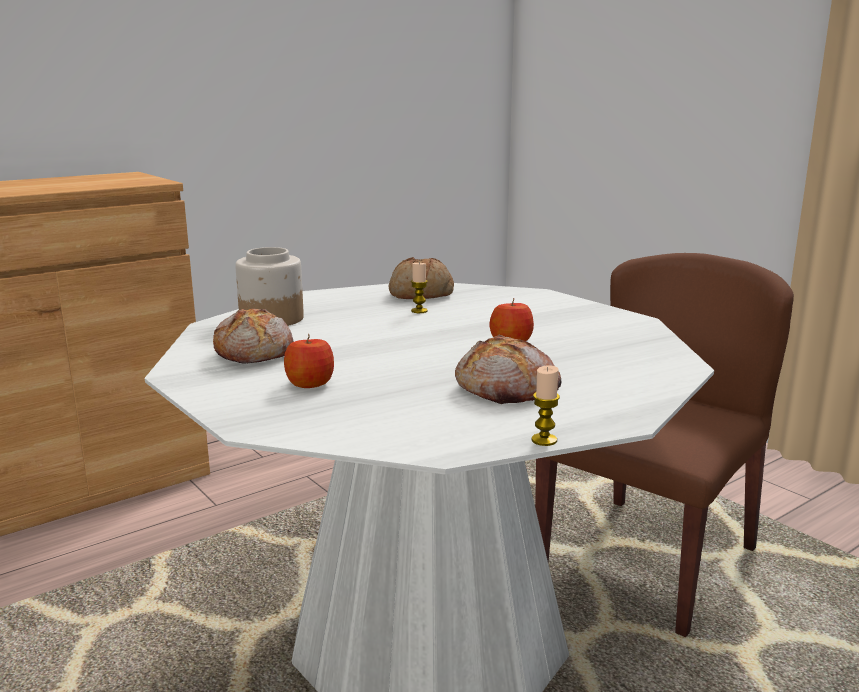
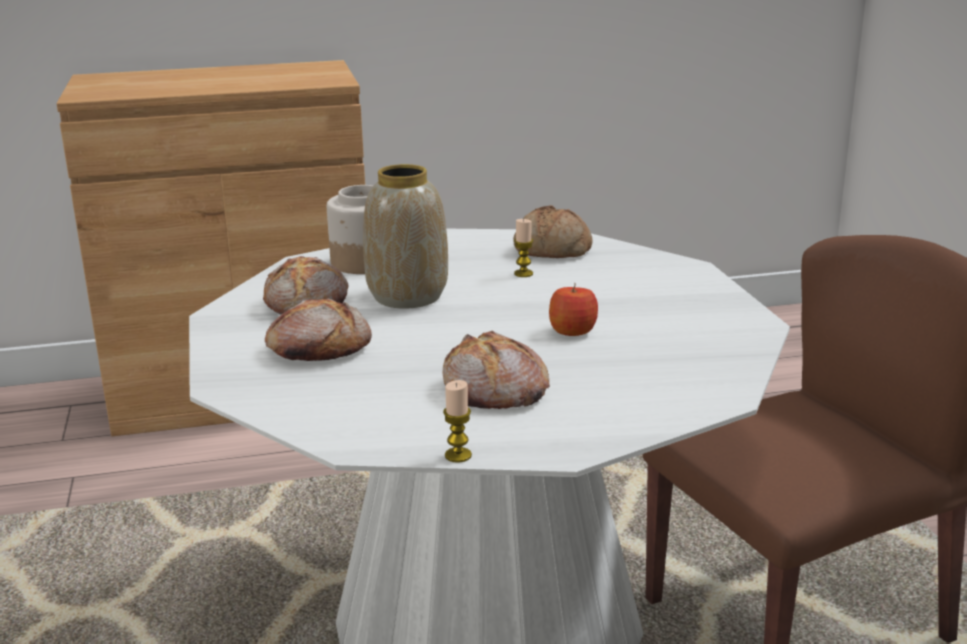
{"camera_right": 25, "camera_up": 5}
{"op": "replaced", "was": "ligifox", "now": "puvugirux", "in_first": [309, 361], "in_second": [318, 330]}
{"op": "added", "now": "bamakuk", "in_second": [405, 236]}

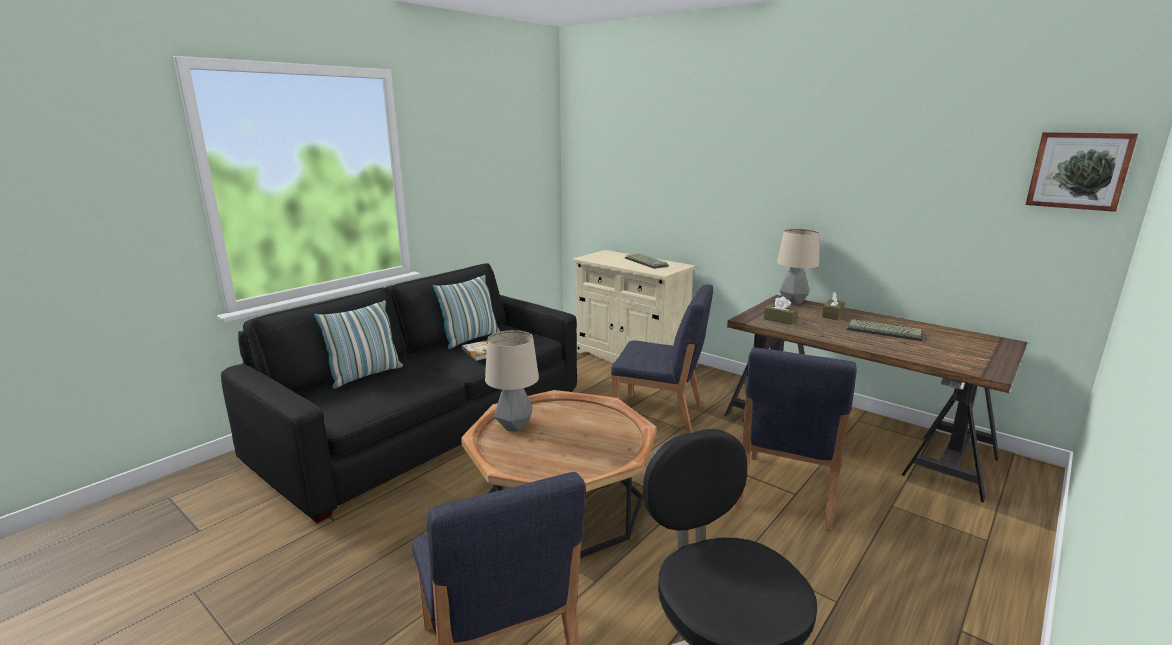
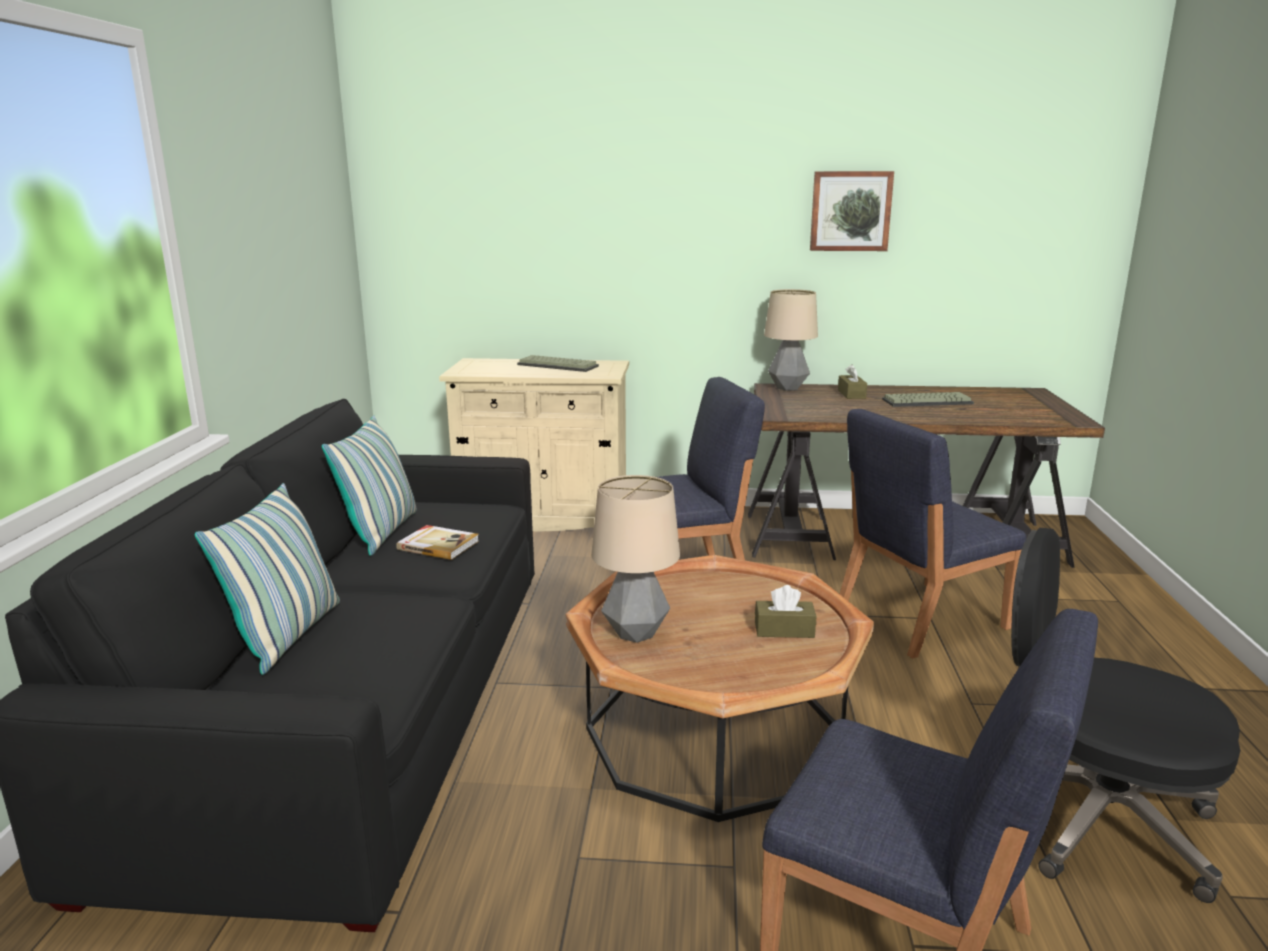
{"camera_right": -35, "camera_up": 0}
{"op": "moved", "was": "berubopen", "in_first": [1081, 172], "in_second": [852, 211]}
{"op": "moved", "was": "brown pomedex", "in_first": [781, 310], "in_second": [785, 611]}
{"op": "turned", "was": "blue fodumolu", "in_first": [796, 438], "in_second": [933, 534], "clockwise": 75}

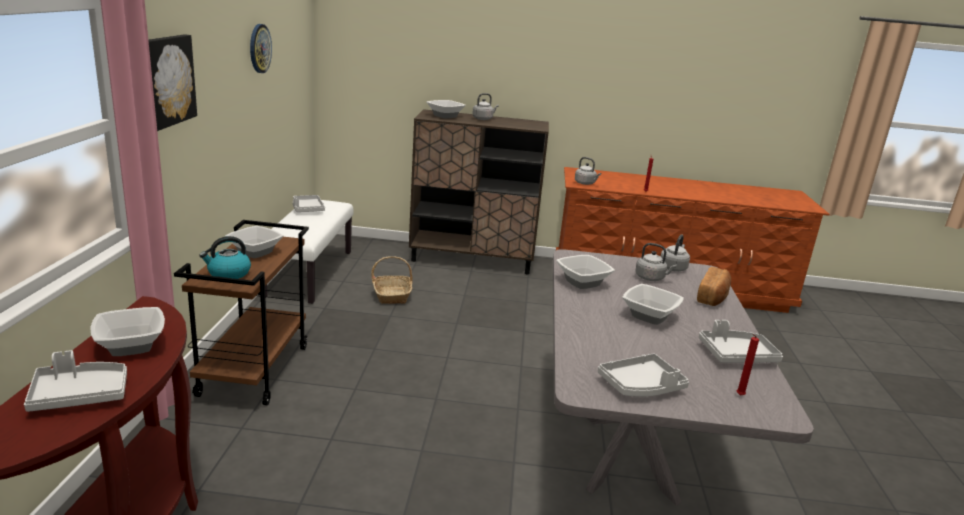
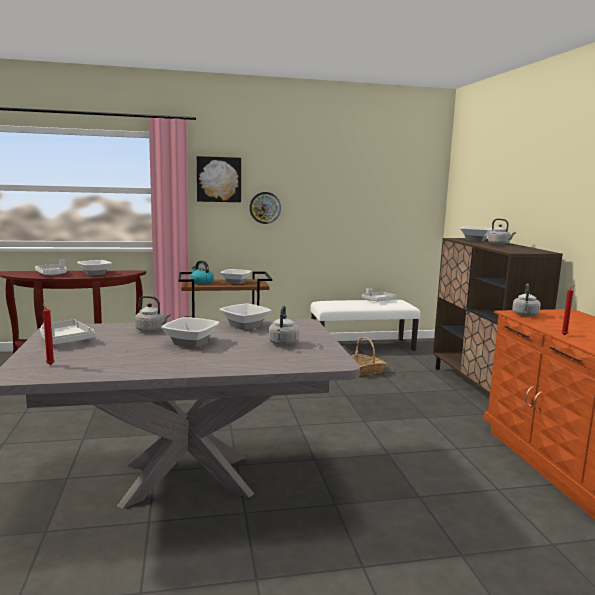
{"camera_right": 75, "camera_up": -10}
{"op": "moved", "was": "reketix", "in_first": [261, 48], "in_second": [265, 208]}
{"op": "moved", "was": "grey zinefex", "in_first": [675, 253], "in_second": [153, 314]}
{"op": "removed", "was": "puvugirux", "in_first": [714, 286]}
{"op": "removed", "was": "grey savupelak", "in_first": [741, 341]}

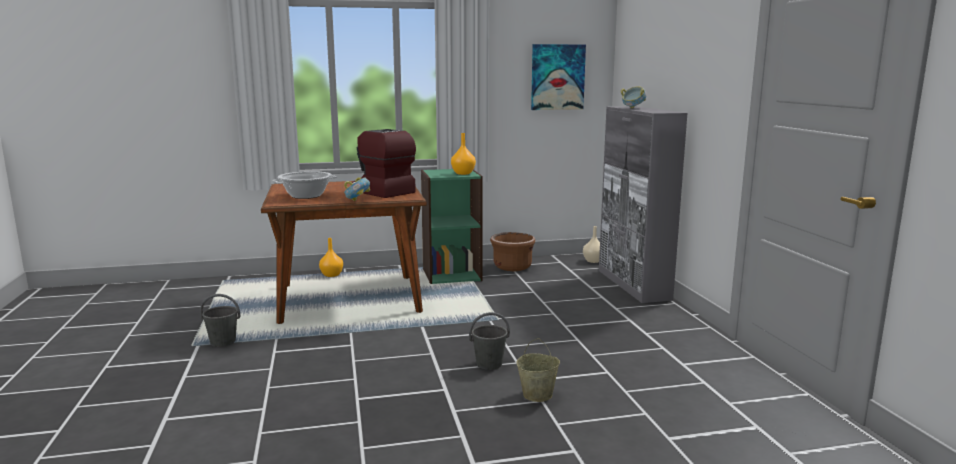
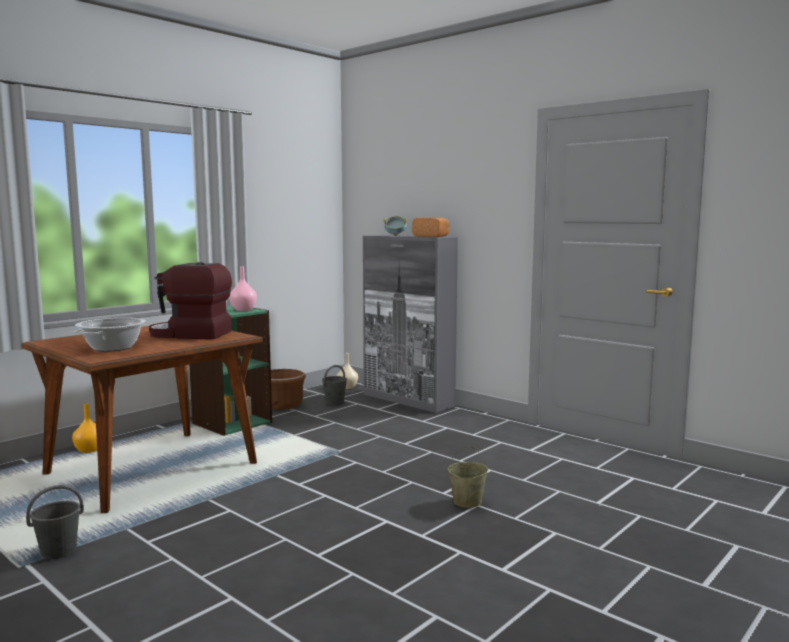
{"camera_right": -35, "camera_up": -5}
{"op": "removed", "was": "berubopen", "in_first": [558, 77]}
{"op": "recoloured", "was": "orange bamakuk", "now": "pink bamakuk", "in_first": [463, 154], "in_second": [243, 288]}
{"op": "removed", "was": "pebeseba", "in_first": [357, 189]}
{"op": "moved", "was": "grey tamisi", "in_first": [489, 341], "in_second": [334, 385]}
{"op": "added", "now": "puvugirux", "in_second": [430, 227]}

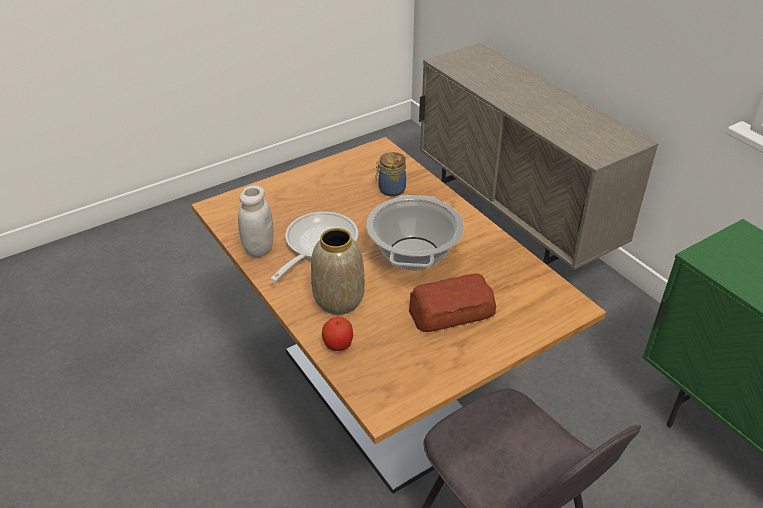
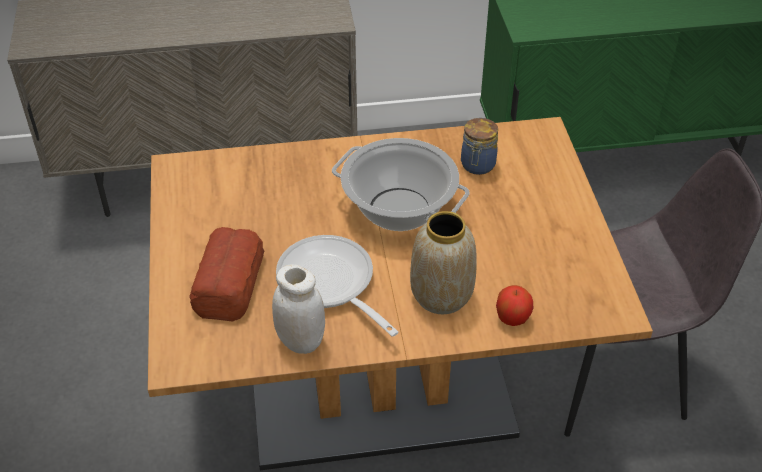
{"camera_right": -65, "camera_up": 5}
{"op": "moved", "was": "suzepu", "in_first": [390, 174], "in_second": [479, 146]}
{"op": "moved", "was": "puvugirux", "in_first": [452, 302], "in_second": [226, 274]}

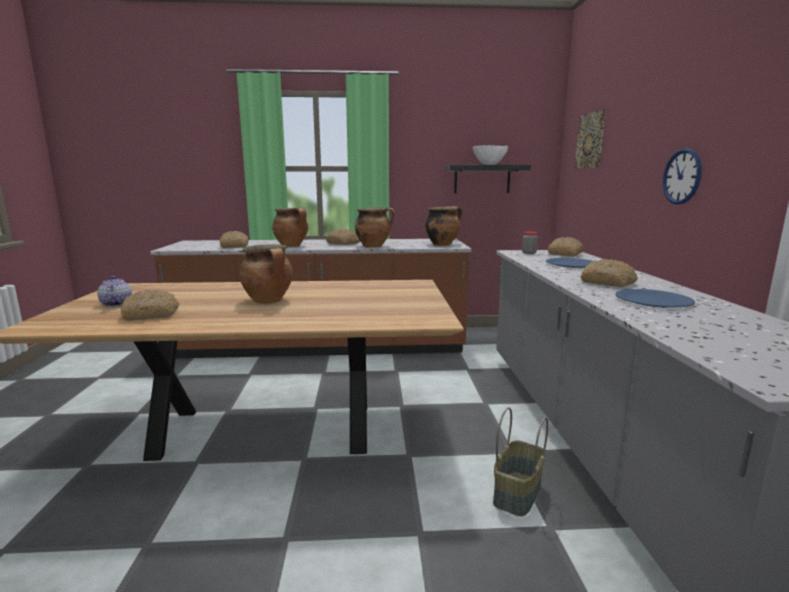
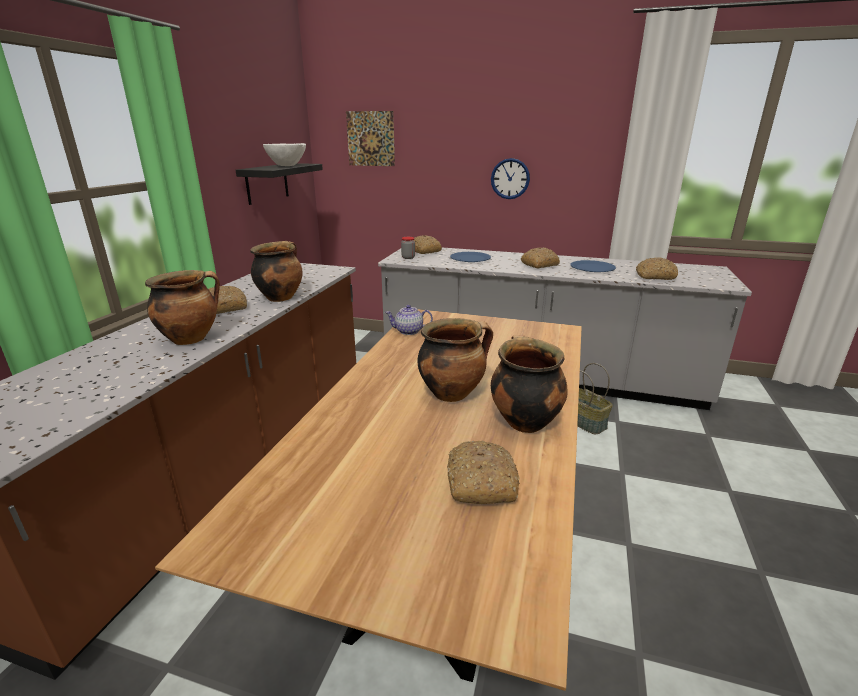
{"camera_right": -70, "camera_up": 10}
{"op": "moved", "was": "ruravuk", "in_first": [443, 226], "in_second": [529, 384]}
{"op": "moved", "was": "puvugirux", "in_first": [234, 239], "in_second": [657, 268]}
{"op": "moved", "was": "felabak", "in_first": [114, 291], "in_second": [409, 320]}

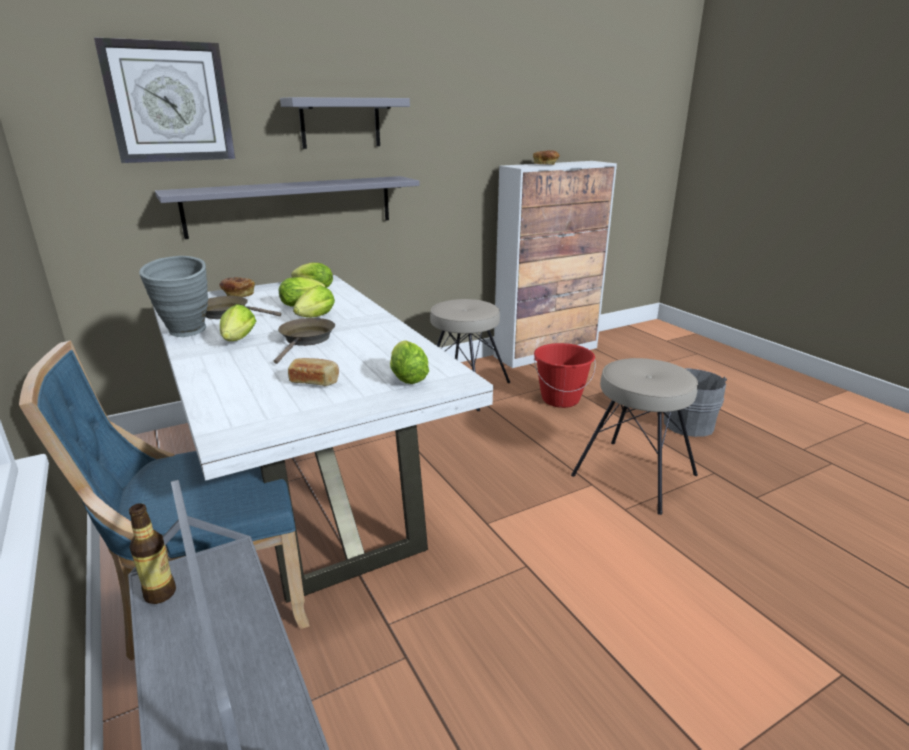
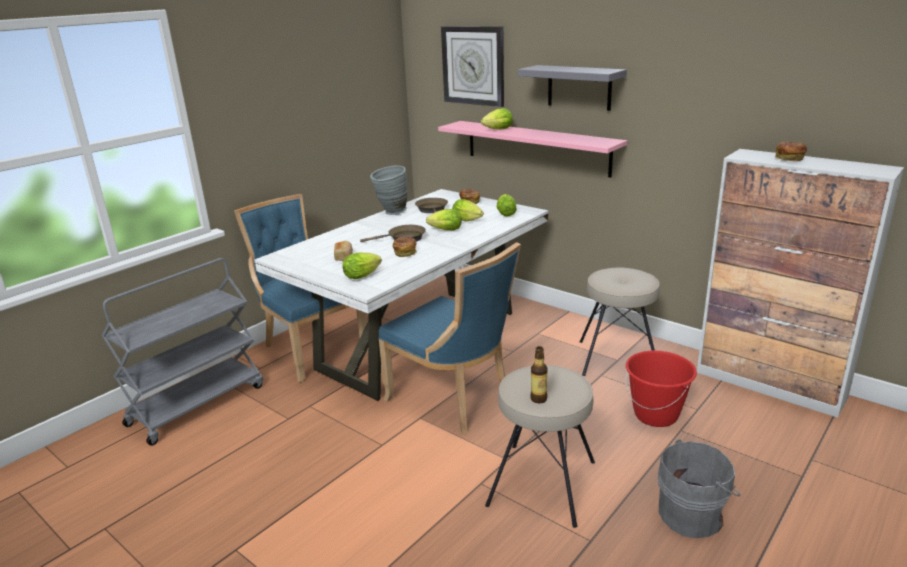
{"camera_right": 70, "camera_up": 0}
{"op": "recoloured", "was": "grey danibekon", "now": "pink danibekon", "in_first": [287, 207], "in_second": [532, 149]}
{"op": "moved", "was": "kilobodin", "in_first": [238, 322], "in_second": [497, 119]}
{"op": "moved", "was": "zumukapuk", "in_first": [152, 553], "in_second": [539, 374]}
{"op": "added", "now": "puvugirux", "in_second": [405, 246]}
{"op": "added", "now": "blue fodumolu", "in_second": [449, 337]}

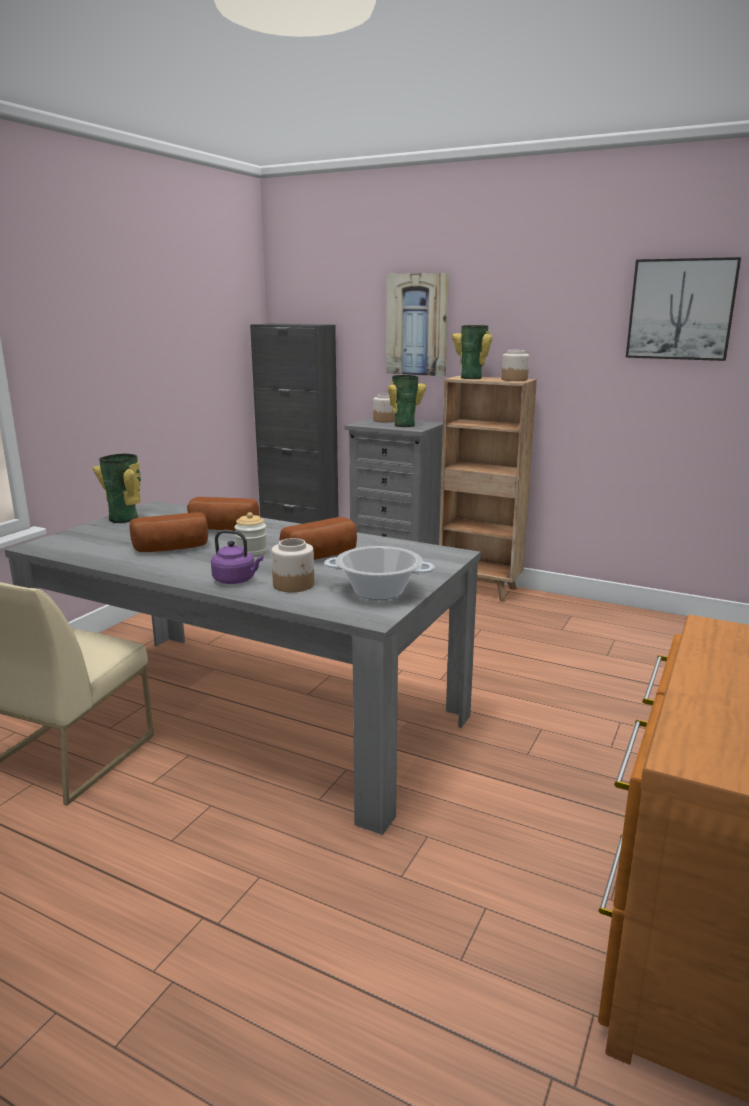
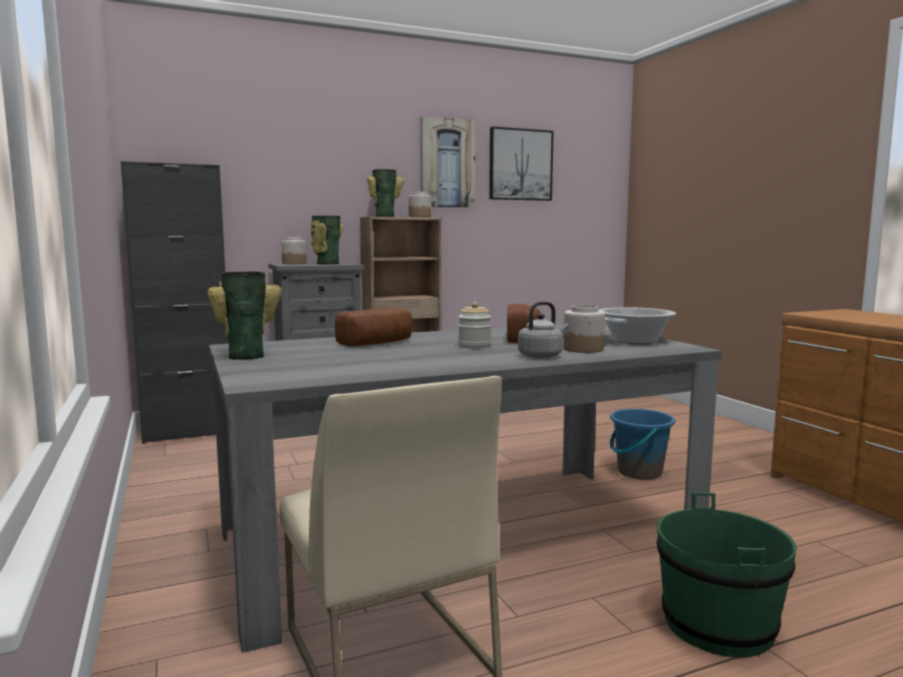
{"camera_right": -50, "camera_up": -10}
{"op": "moved", "was": "berubopen", "in_first": [417, 324], "in_second": [448, 162]}
{"op": "removed", "was": "puvugirux", "in_first": [169, 532]}
{"op": "recoloured", "was": "purple zinefex", "now": "grey zinefex", "in_first": [237, 557], "in_second": [543, 329]}
{"op": "added", "now": "blue tamisi", "in_second": [642, 444]}
{"op": "added", "now": "green tamisi", "in_second": [727, 574]}

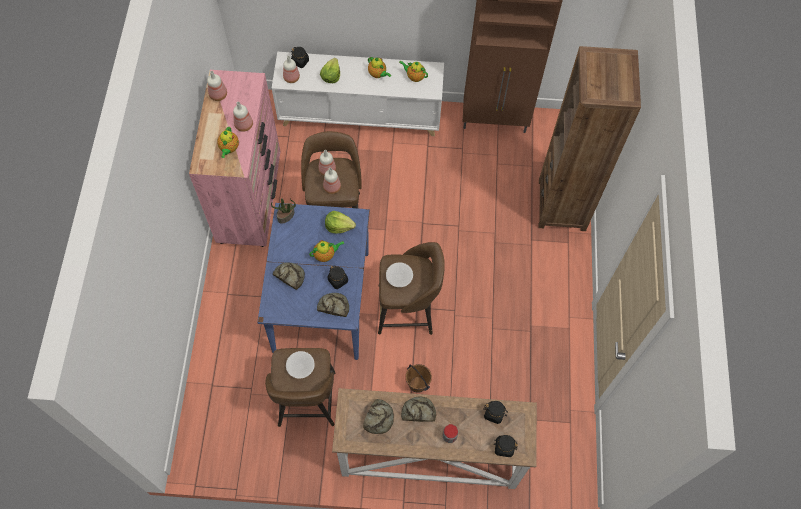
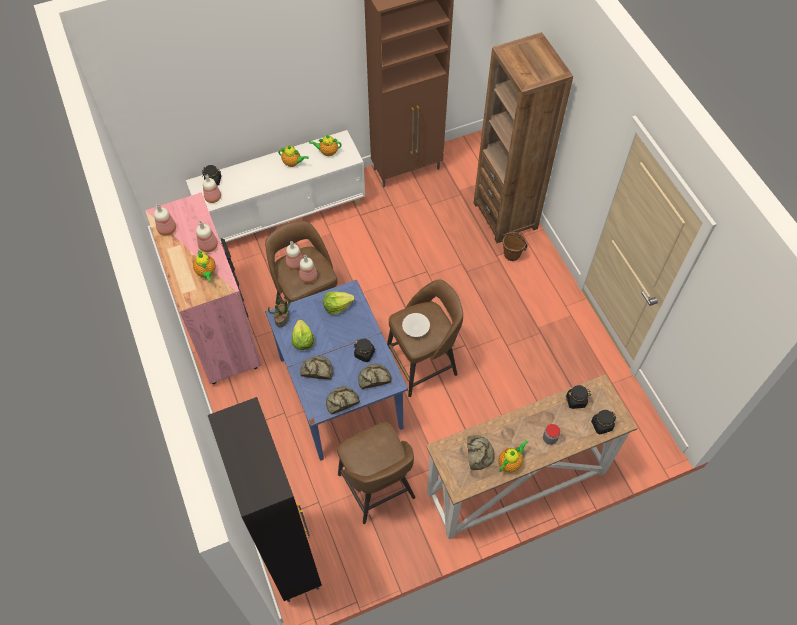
{"camera_right": -25, "camera_up": -5}
{"op": "moved", "was": "kilobodin", "in_first": [330, 70], "in_second": [303, 334]}
{"op": "moved", "was": "felabak", "in_first": [326, 251], "in_second": [513, 456]}
{"op": "removed", "was": "white pebeseba", "in_first": [300, 365]}
{"op": "moved", "was": "brown tamisi", "in_first": [419, 378], "in_second": [514, 246]}
{"op": "moved", "was": "puvugirux", "in_first": [418, 409], "in_second": [343, 400]}
{"op": "added", "now": "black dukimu", "in_second": [265, 499]}

